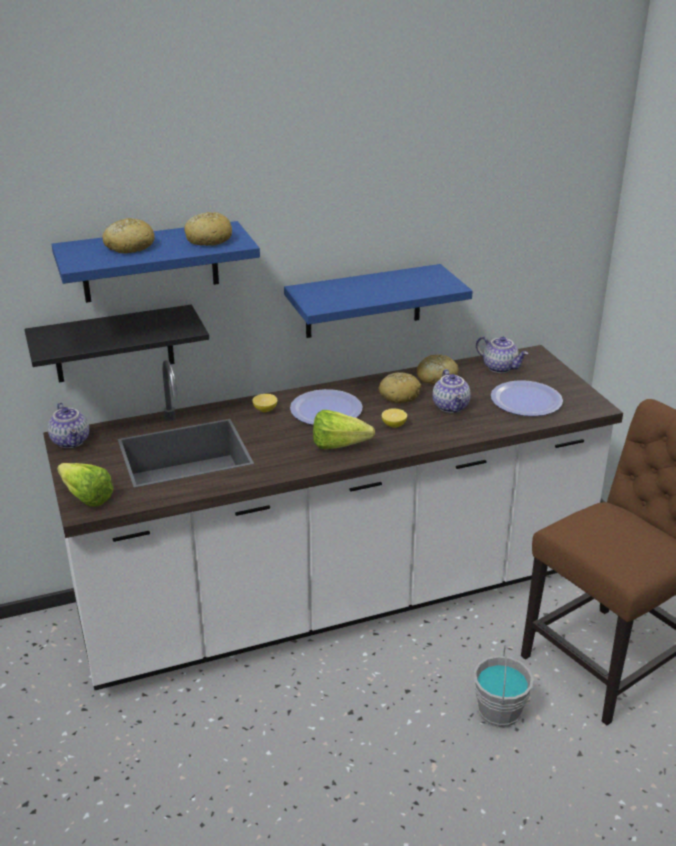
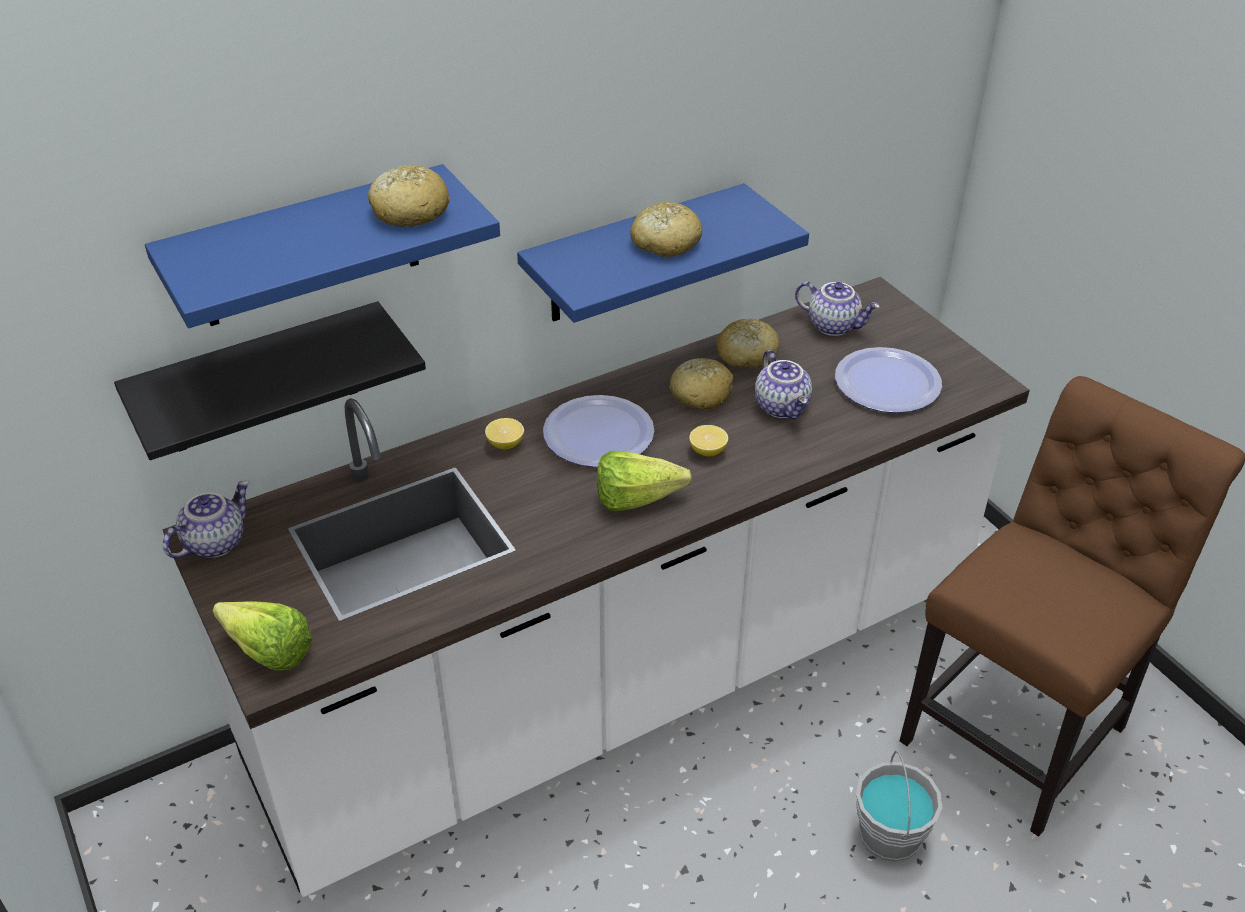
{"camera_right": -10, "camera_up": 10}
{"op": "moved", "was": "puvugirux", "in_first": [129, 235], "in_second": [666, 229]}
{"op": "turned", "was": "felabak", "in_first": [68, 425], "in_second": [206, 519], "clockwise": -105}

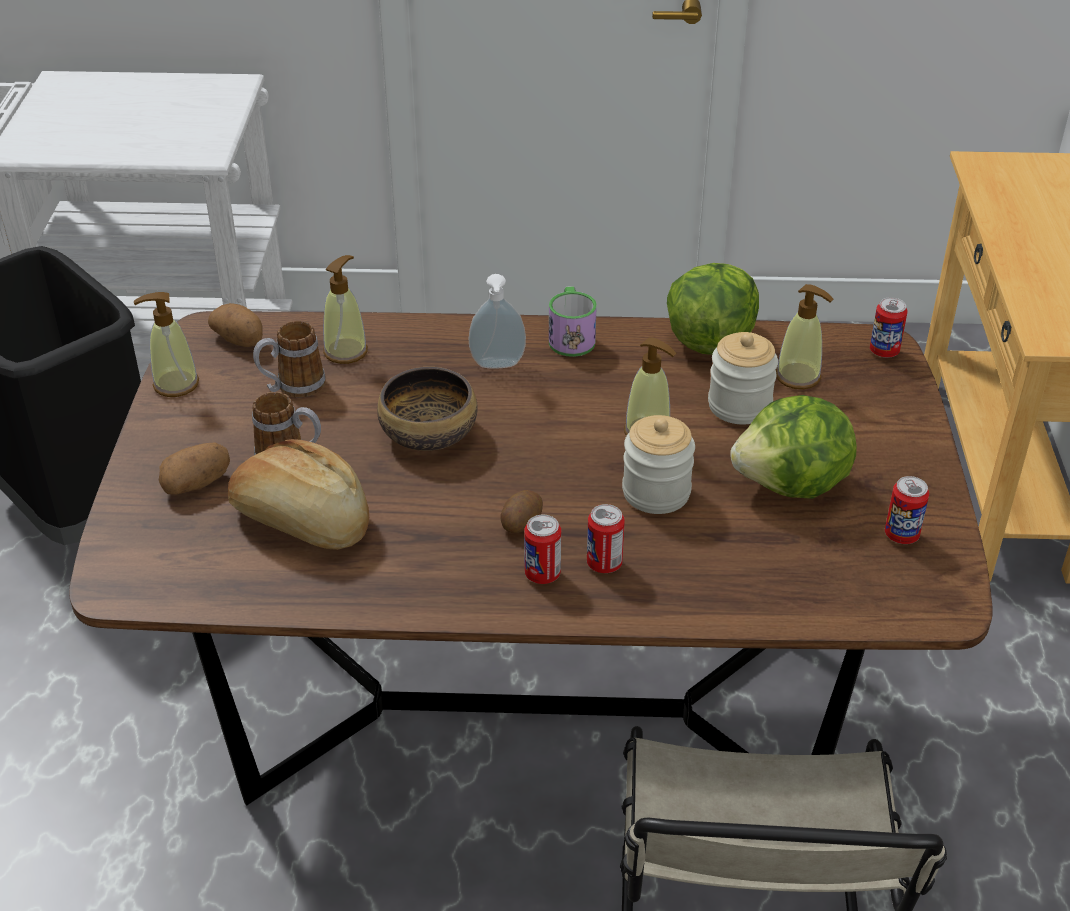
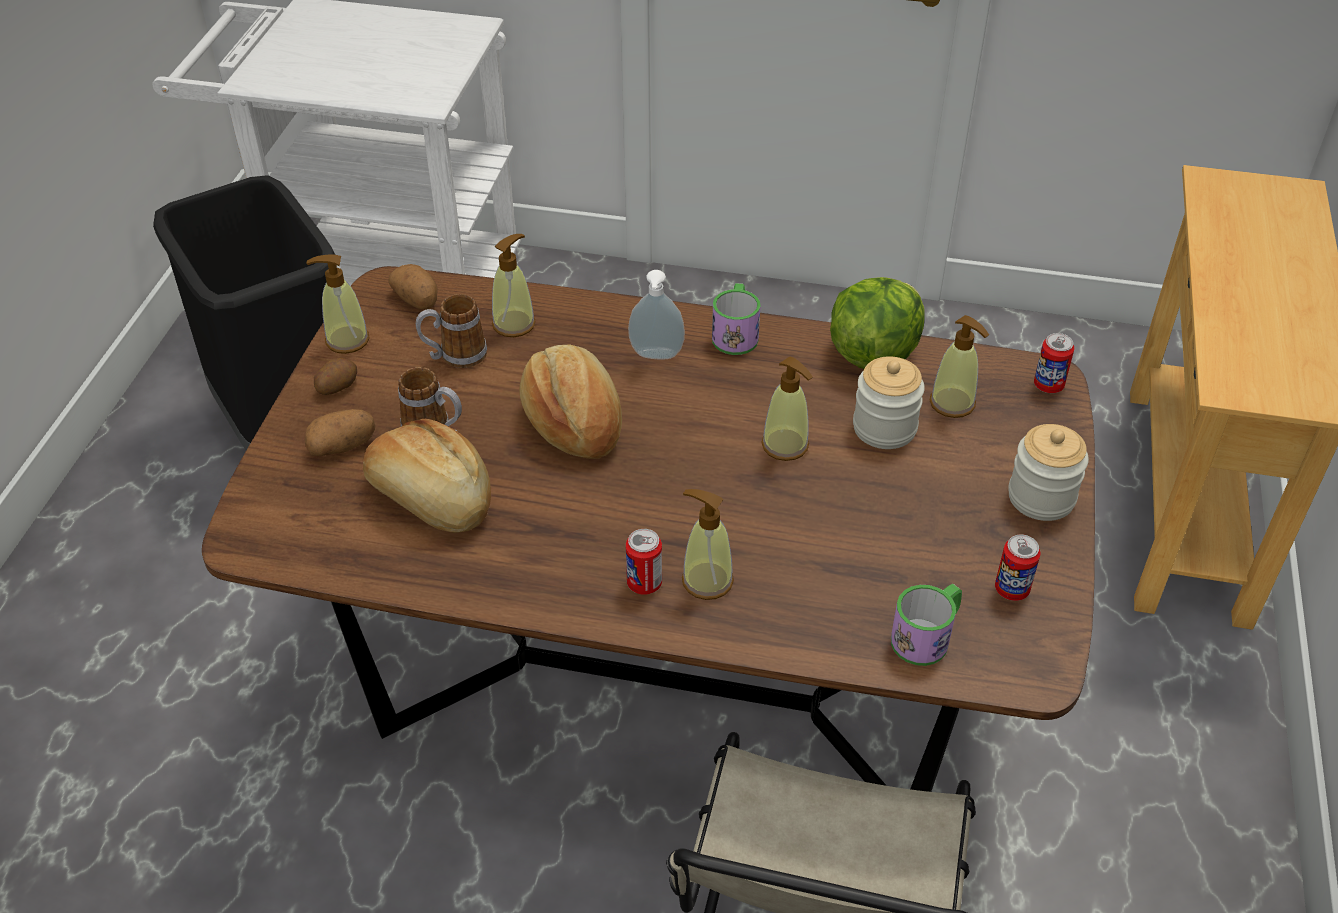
{"camera_right": 10, "camera_up": 5}
{"op": "replaced", "was": "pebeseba", "now": "puvugirux", "in_first": [427, 409], "in_second": [570, 402]}
{"op": "removed", "was": "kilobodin", "in_first": [793, 447]}
{"op": "moved", "was": "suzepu", "in_first": [658, 464], "in_second": [1048, 472]}
{"op": "moved", "was": "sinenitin", "in_first": [522, 511], "in_second": [335, 376]}
{"op": "replaced", "was": "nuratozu", "now": "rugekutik", "in_first": [606, 538], "in_second": [708, 544]}
{"op": "added", "now": "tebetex", "in_second": [926, 625]}

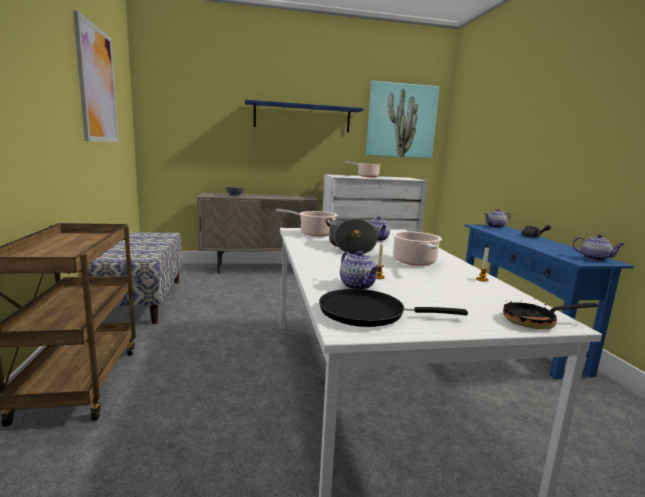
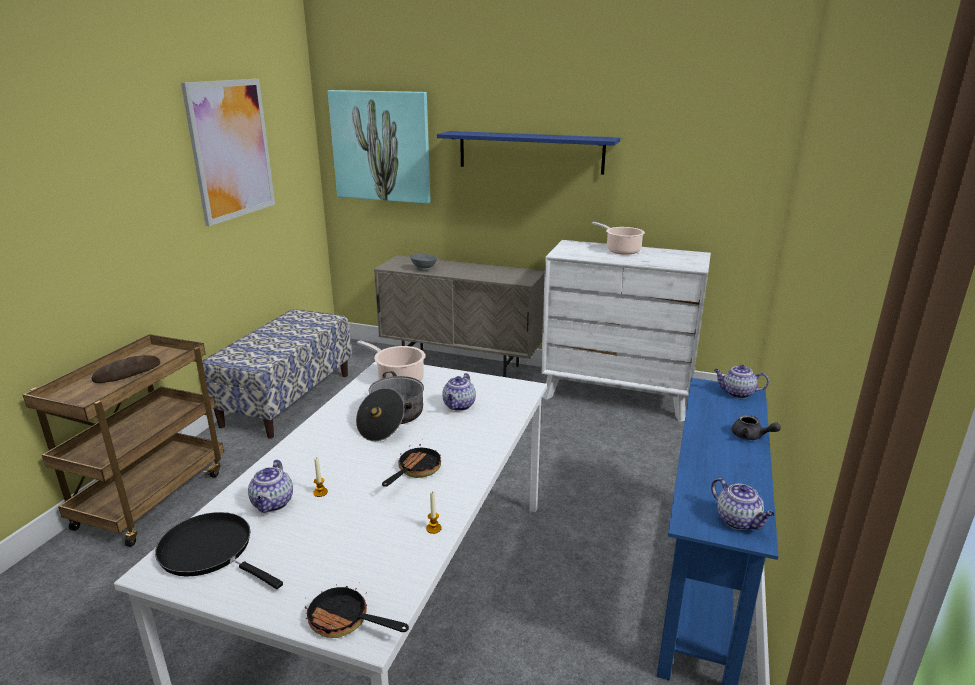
{"camera_right": 30, "camera_up": 10}
{"op": "moved", "was": "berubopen", "in_first": [403, 119], "in_second": [379, 147]}
{"op": "replaced", "was": "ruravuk", "now": "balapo", "in_first": [417, 248], "in_second": [411, 465]}
{"op": "added", "now": "puvugirux", "in_second": [126, 369]}

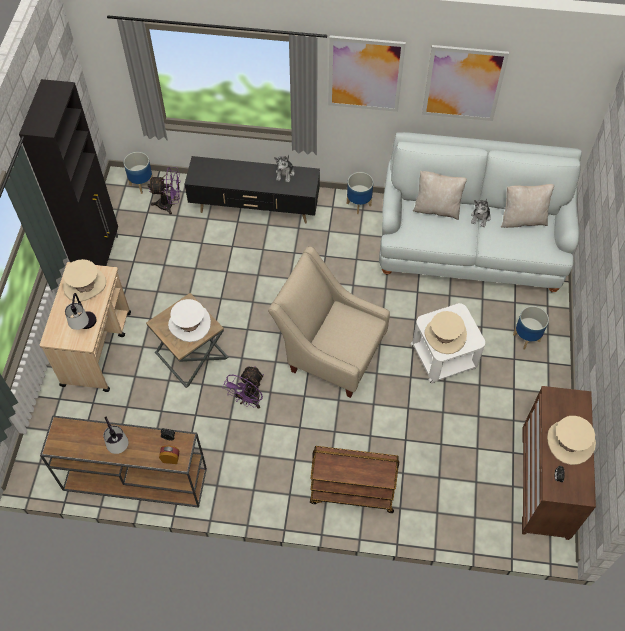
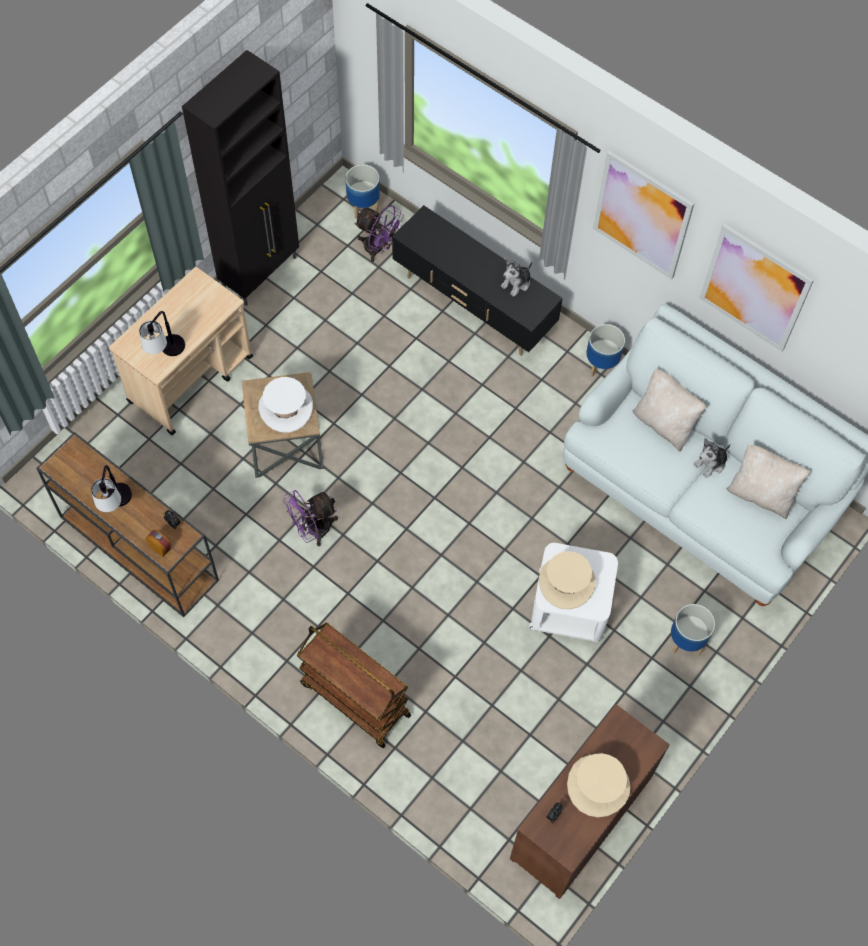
{"camera_right": 30, "camera_up": 5}
{"op": "removed", "was": "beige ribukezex", "in_first": [329, 322]}
{"op": "removed", "was": "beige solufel", "in_first": [84, 280]}

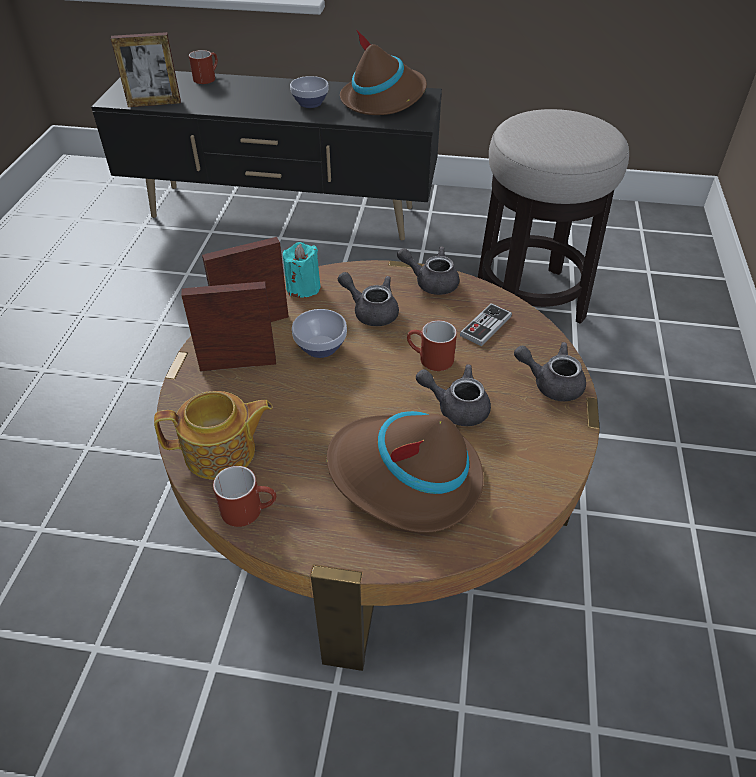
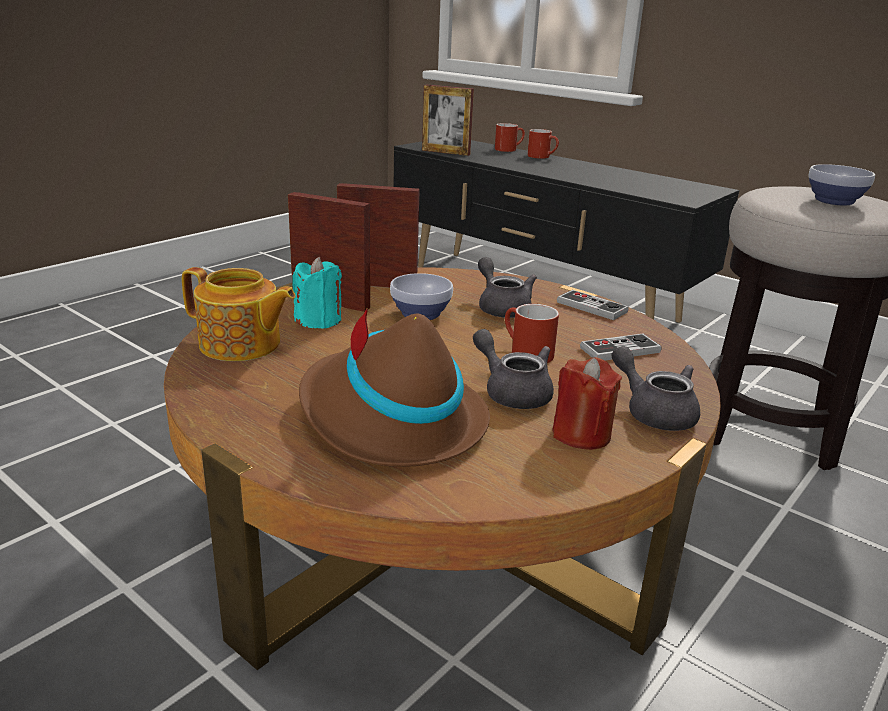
{"camera_right": 30, "camera_up": -20}
{"op": "removed", "was": "brown solufel", "in_first": [383, 72]}
{"op": "moved", "was": "pebeseba", "in_first": [309, 92], "in_second": [841, 185]}
{"op": "moved", "was": "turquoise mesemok", "in_first": [302, 270], "in_second": [317, 293]}
{"op": "replaced", "was": "grey felabak", "now": "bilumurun", "in_first": [428, 270], "in_second": [593, 305]}
{"op": "moved", "was": "red tebetex", "in_first": [244, 496], "in_second": [543, 144]}
{"op": "added", "now": "red mesemok", "in_second": [587, 403]}

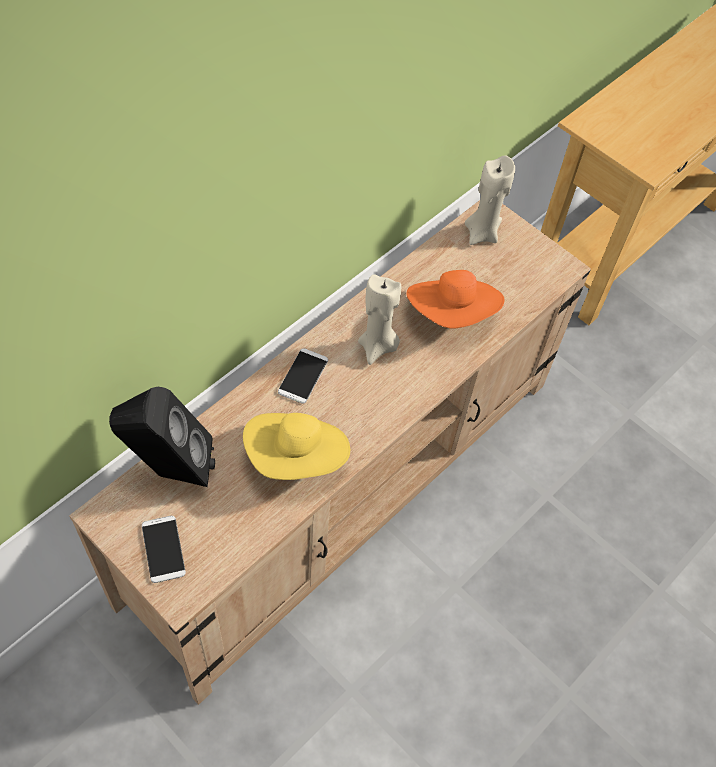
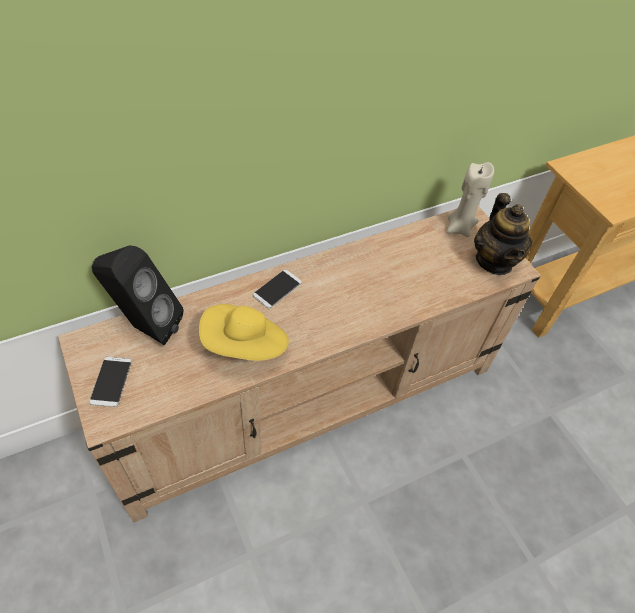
{"camera_right": 20, "camera_up": -5}
{"op": "removed", "was": "orange solufel", "in_first": [455, 299]}
{"op": "removed", "was": "beige mesemok", "in_first": [379, 319]}
{"op": "added", "now": "felabak", "in_second": [503, 234]}

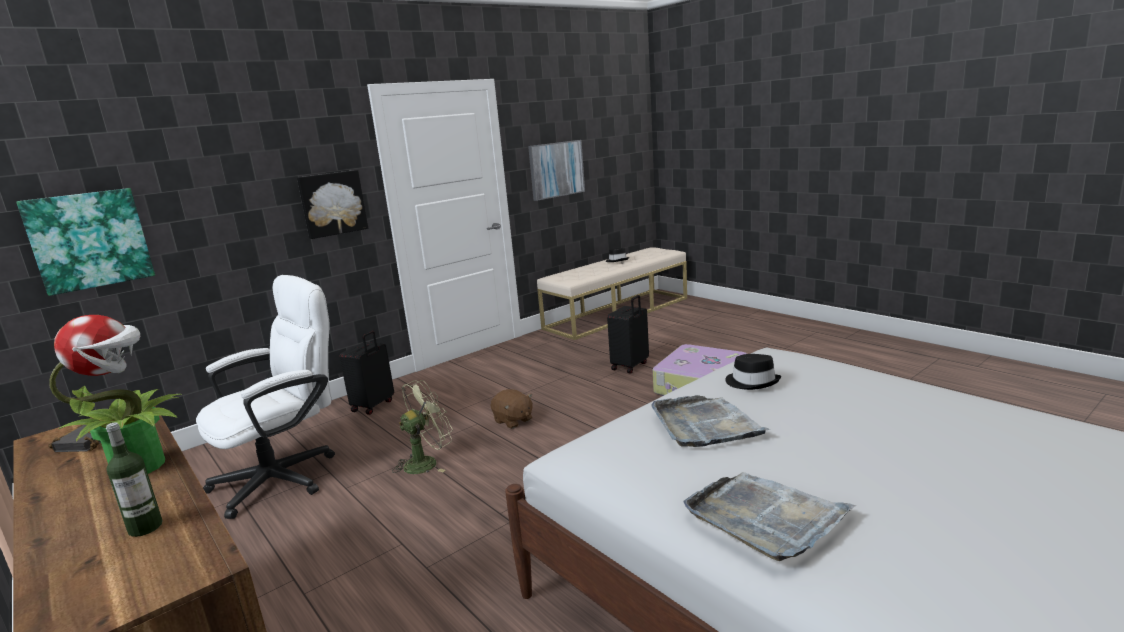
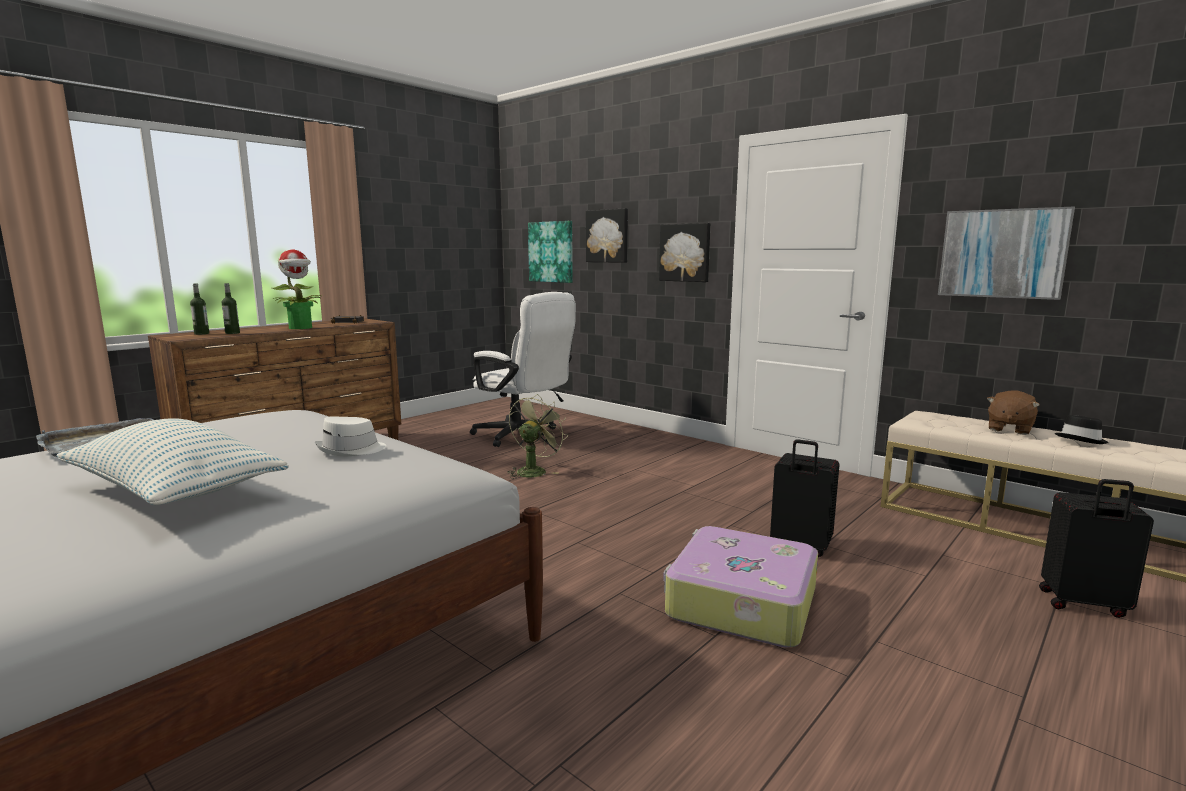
{"camera_right": 80, "camera_up": -5}
{"op": "moved", "was": "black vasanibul", "in_first": [366, 373], "in_second": [1096, 548]}
{"op": "recoloured", "was": "black solufel", "now": "white solufel", "in_first": [753, 372], "in_second": [350, 436]}
{"op": "turned", "was": "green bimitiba", "in_first": [422, 427], "in_second": [537, 436], "clockwise": -105}
{"op": "moved", "was": "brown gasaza", "in_first": [512, 409], "in_second": [1013, 412]}
{"op": "removed", "was": "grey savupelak", "in_first": [710, 421]}
{"op": "added", "now": "berubopen", "in_second": [607, 235]}
{"op": "added", "now": "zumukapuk", "in_second": [199, 309]}
{"op": "added", "now": "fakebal", "in_second": [173, 461]}

